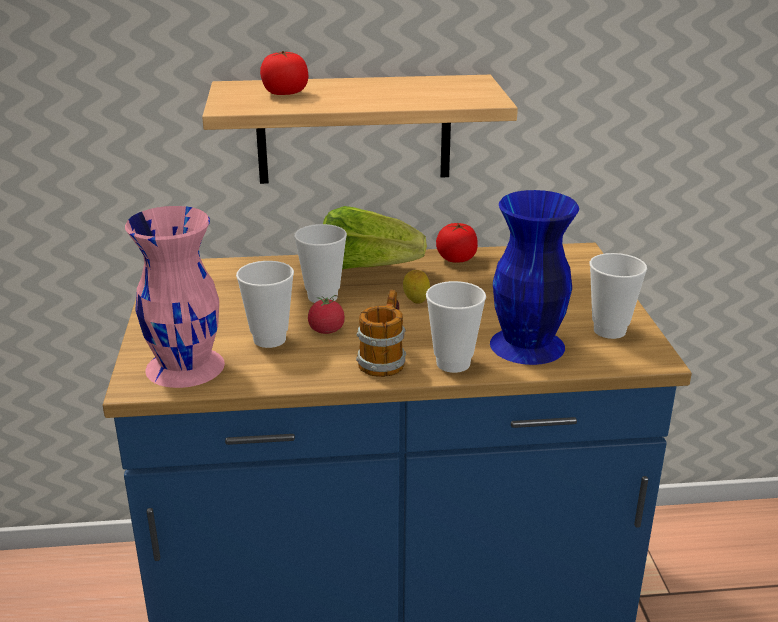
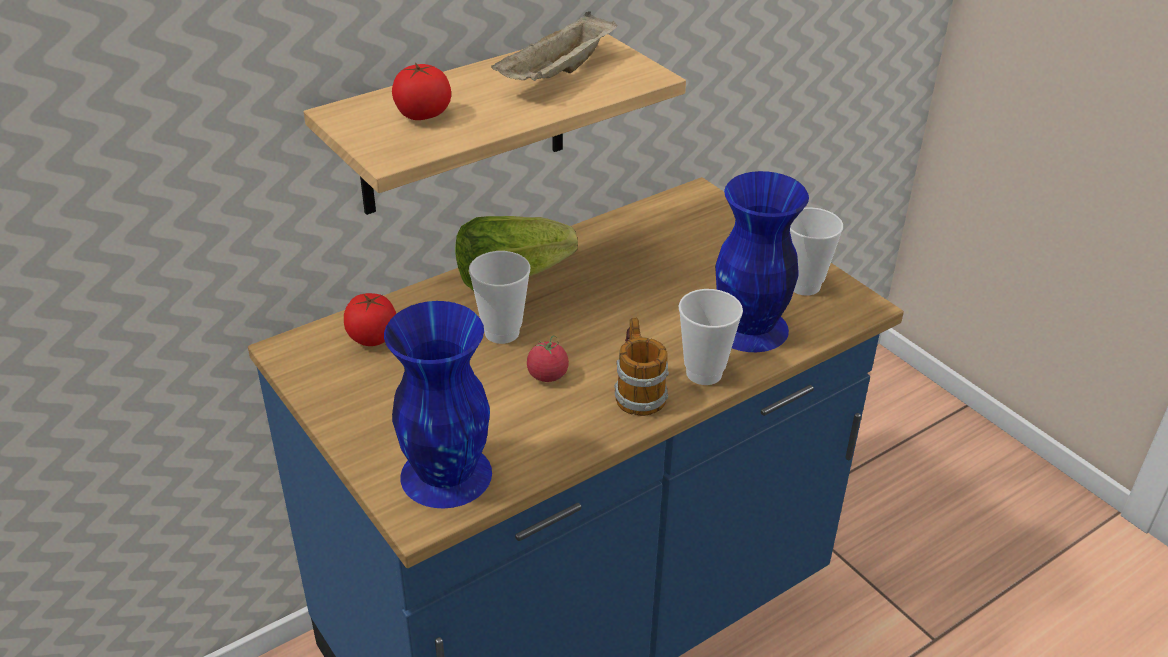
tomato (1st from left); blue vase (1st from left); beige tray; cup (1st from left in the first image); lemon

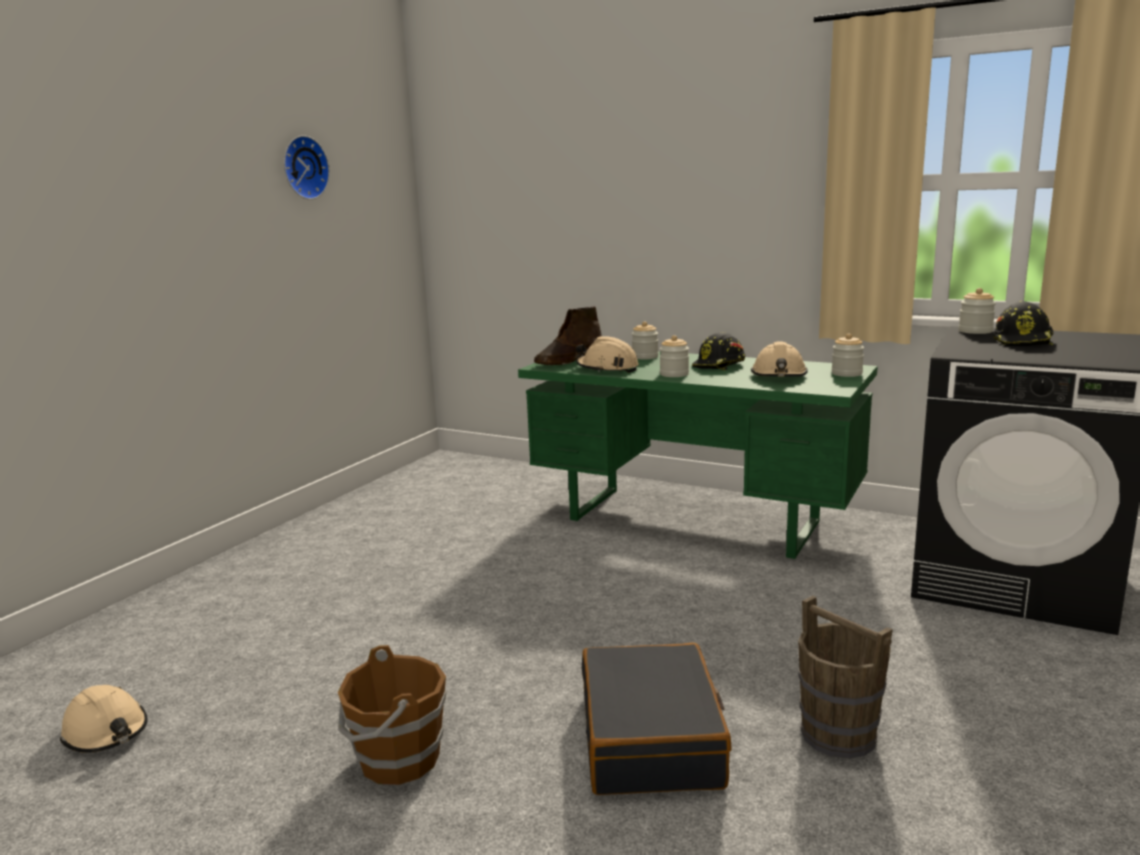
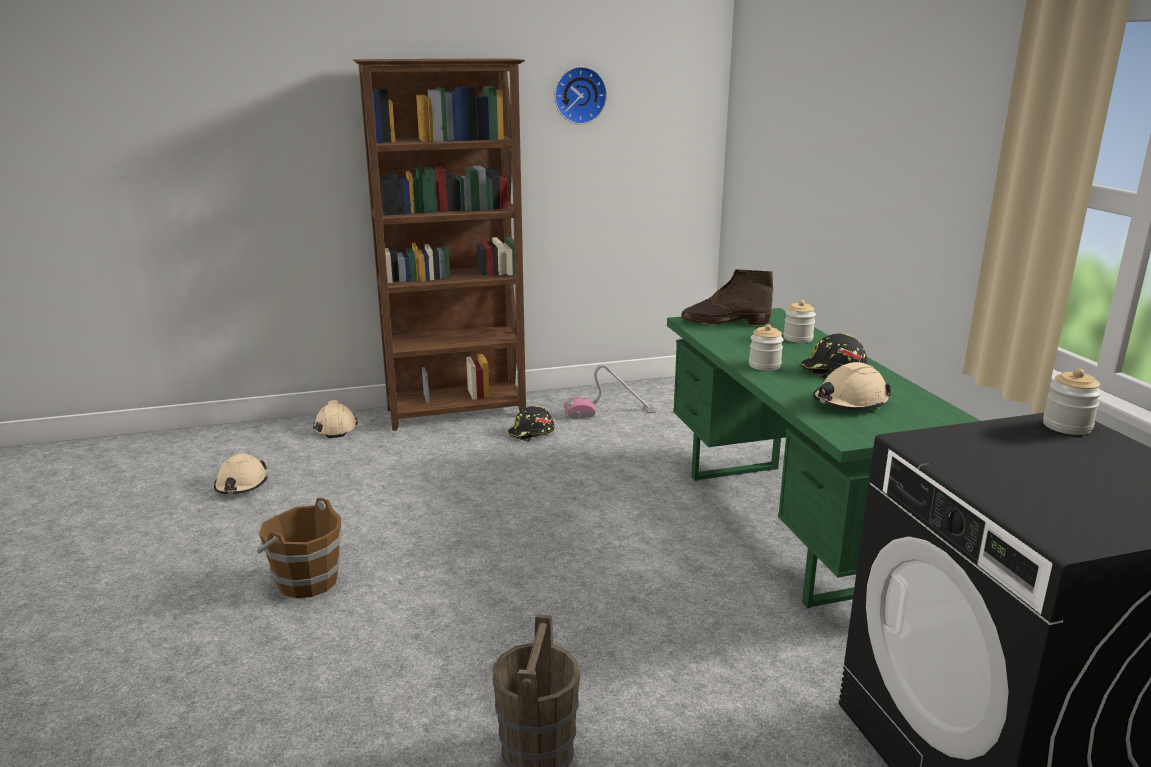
beige hard hat (2nd from left); brown bookcase; black hard hat (1st from left); vacuum cleaner; black suitcase; jar (3rd from left in the first image)

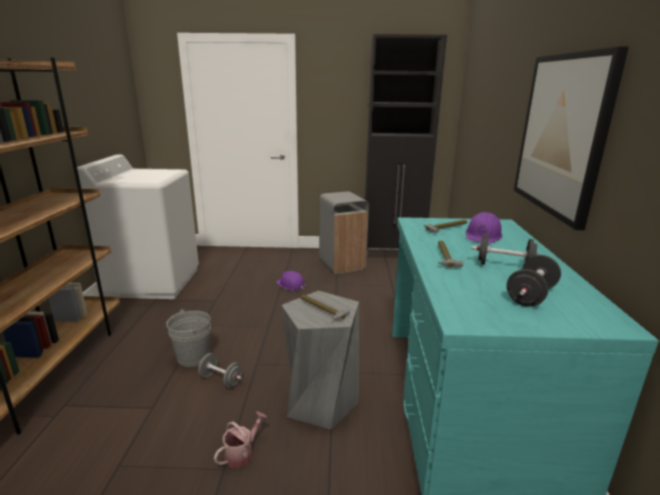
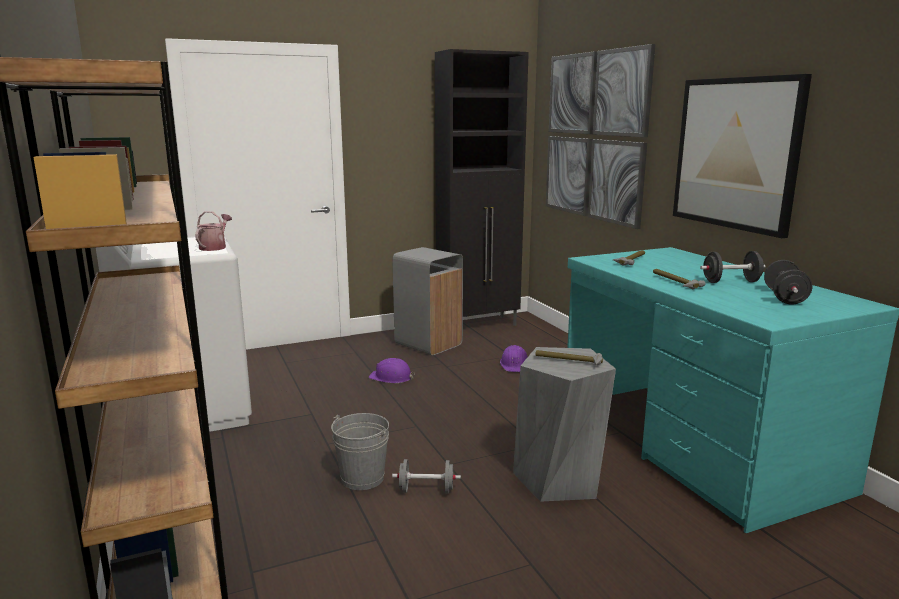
watering can; purple hard hat (2nd from left); picture (1st from left)

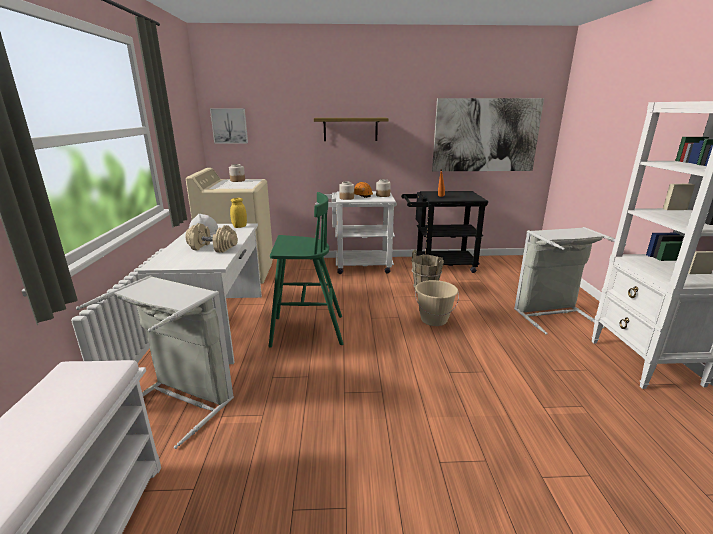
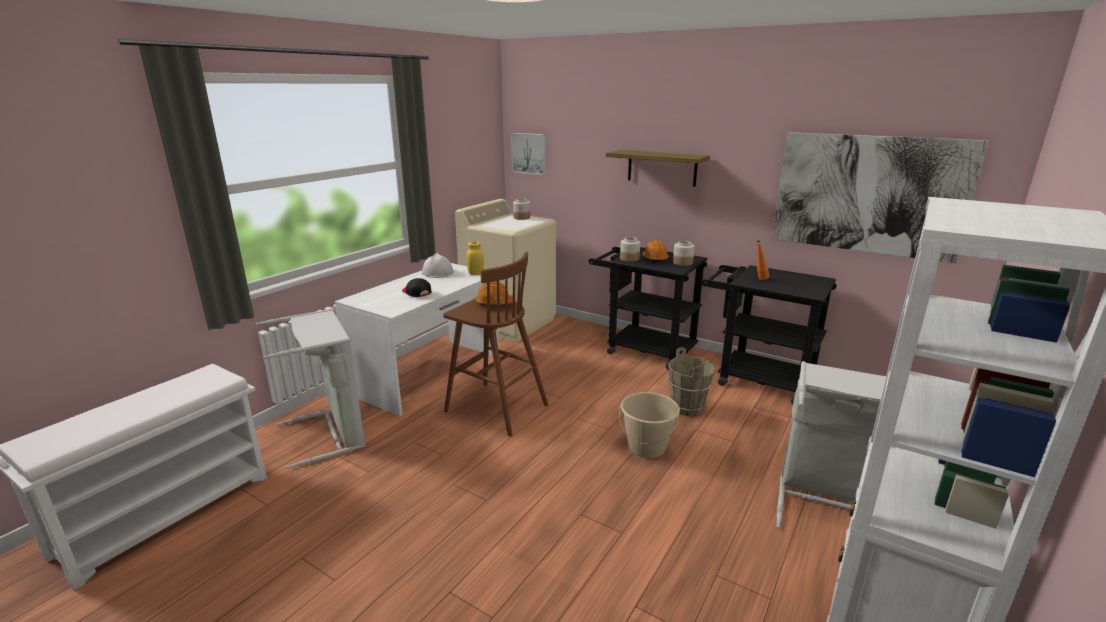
black cap; brown stool; orange hard hat (1st from left); black cart (1st from left)

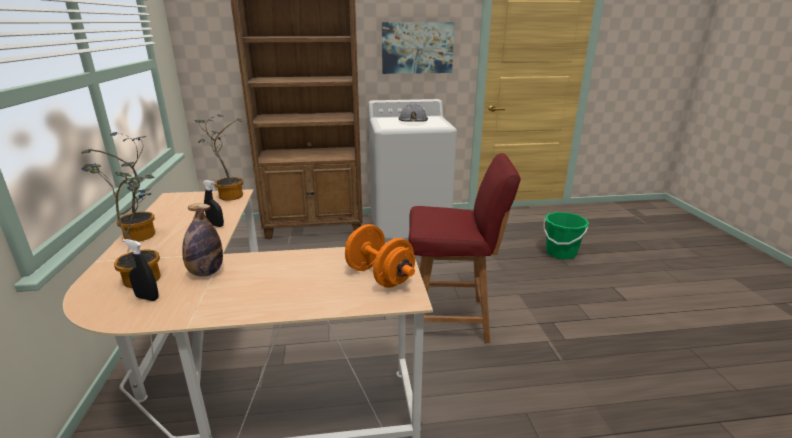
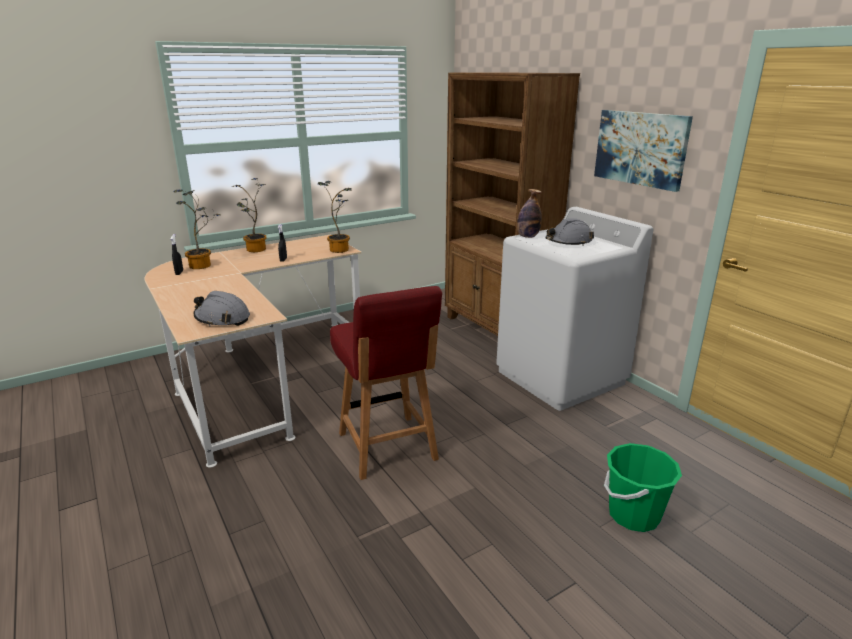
grey hard hat (1st from left); bottle

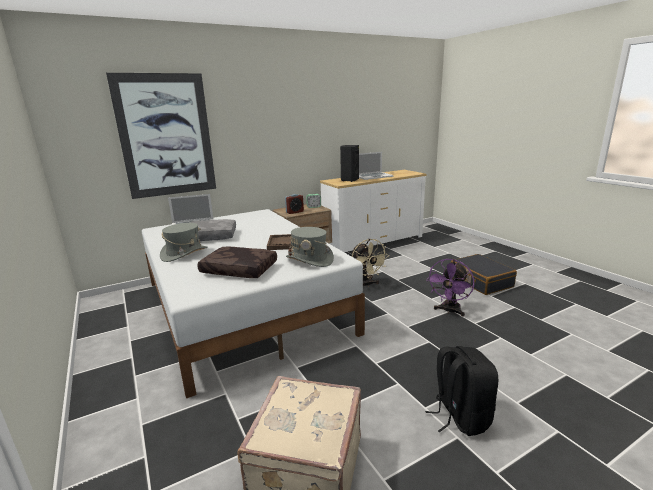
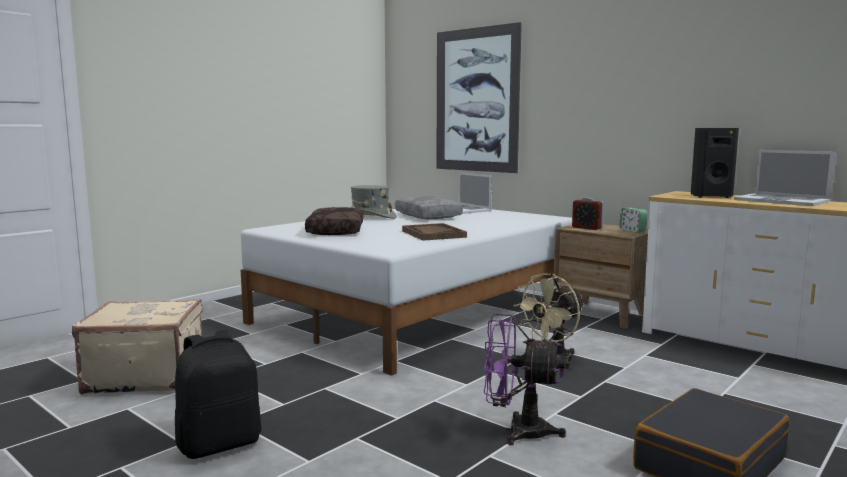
grey hat (2nd from left in the first image)

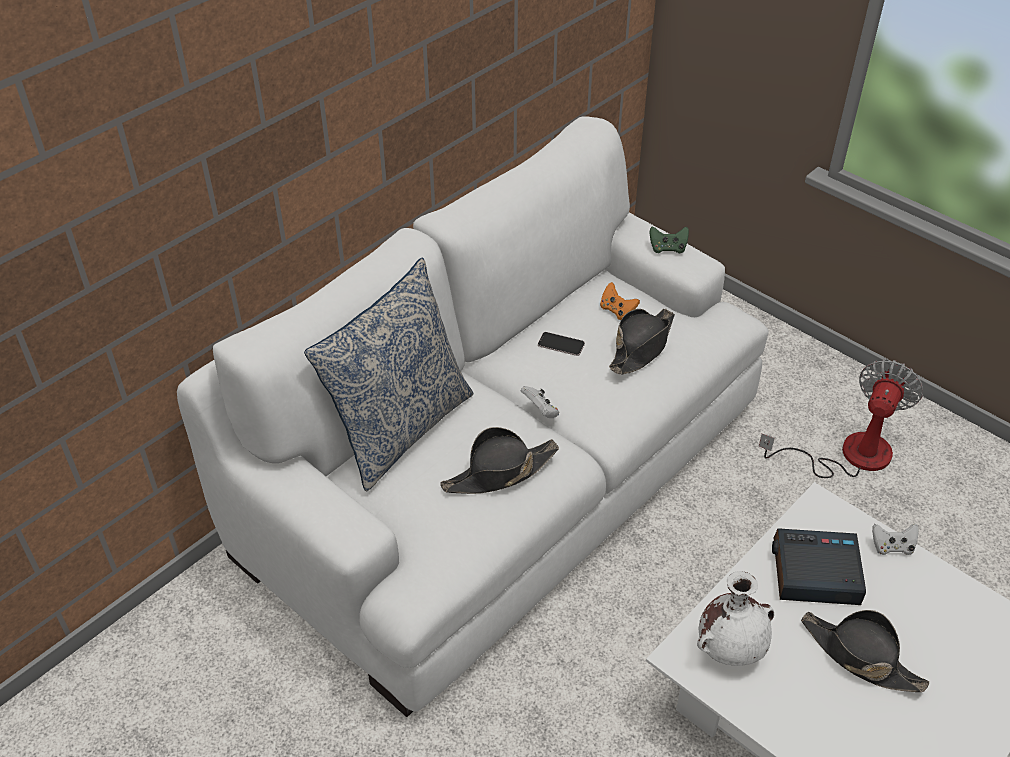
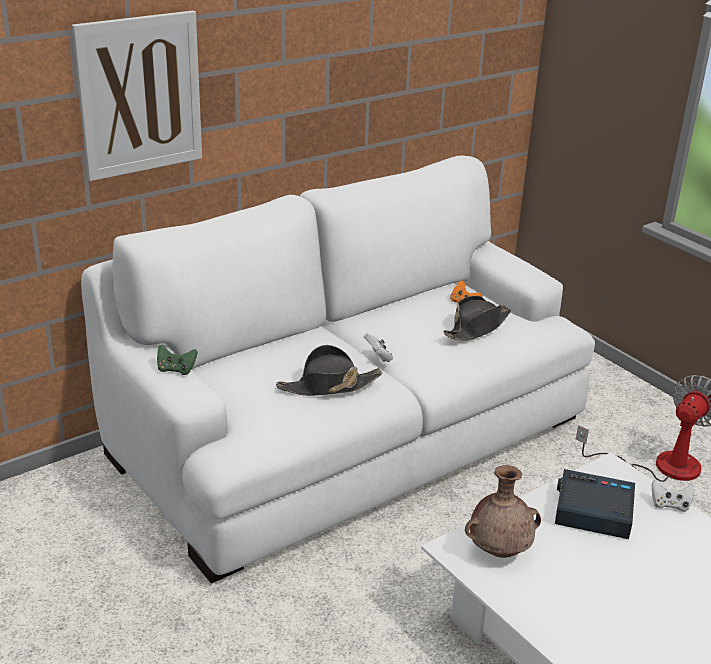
picture; green game controller; brown vase; pillow; phone; black hat (3rd from left in the first image)

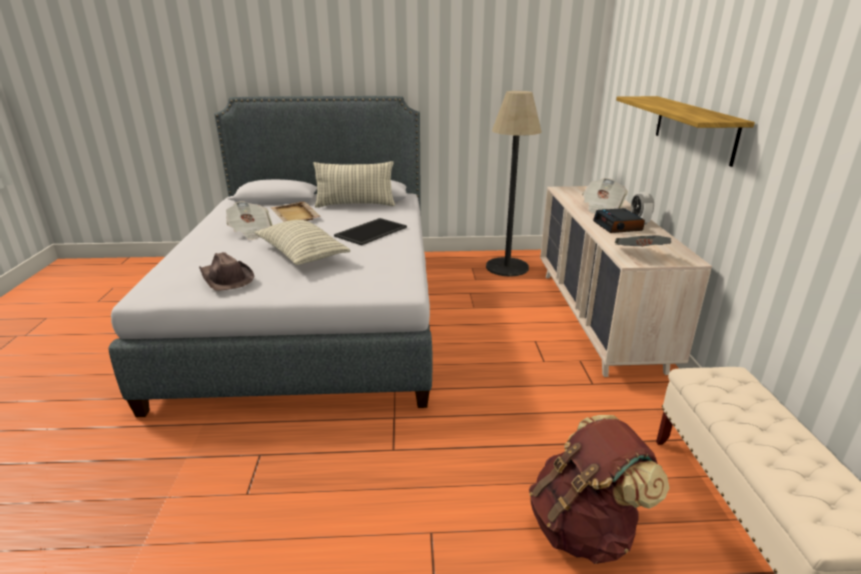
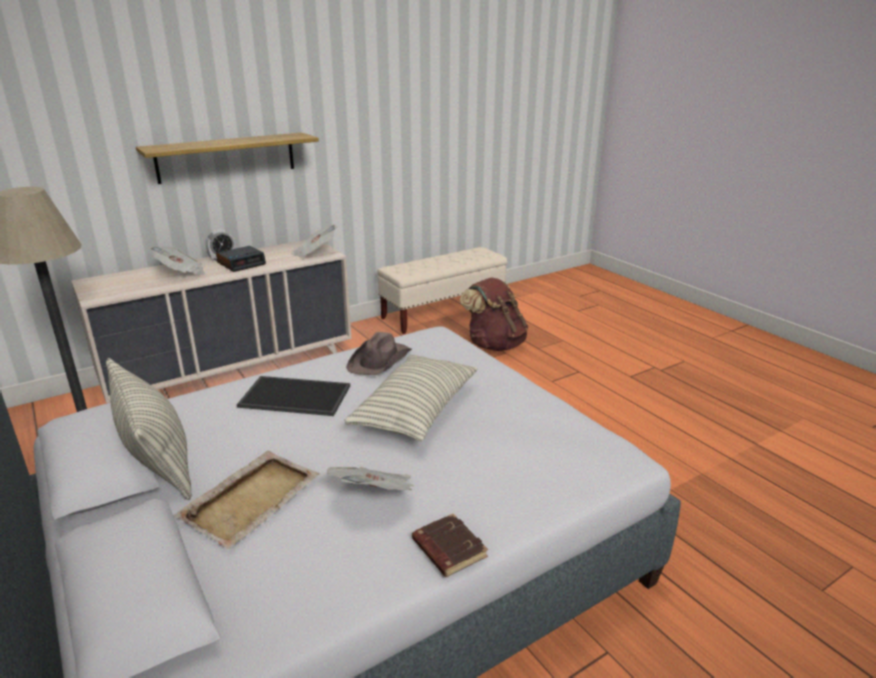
brown hat; brown book

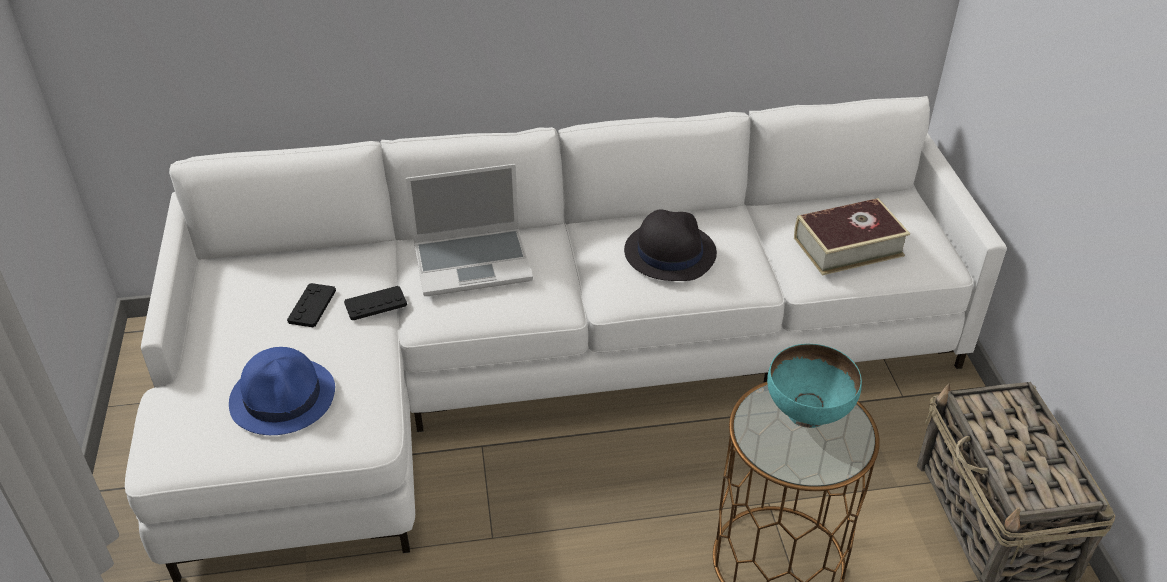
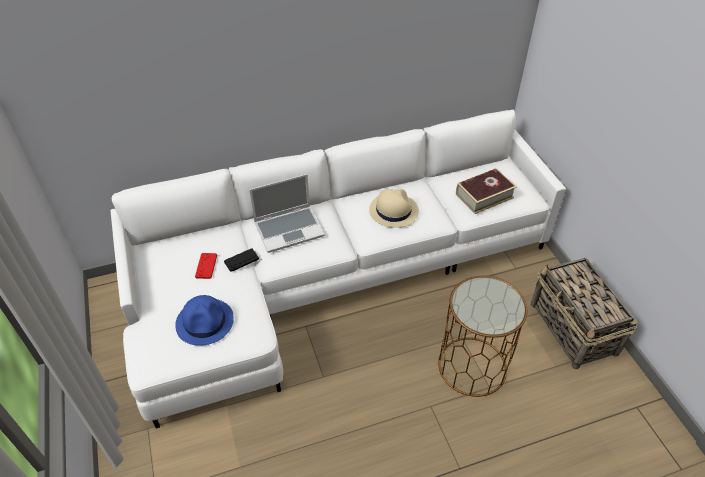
red game controller; beige hat; turquoise bowl

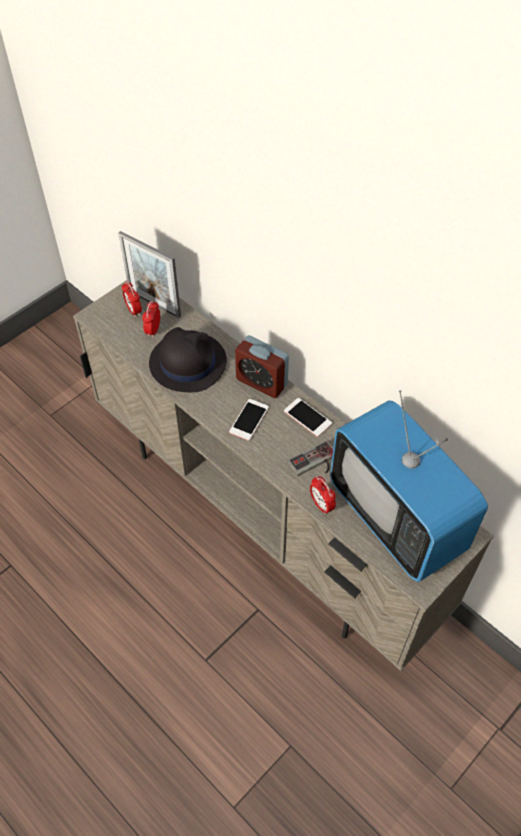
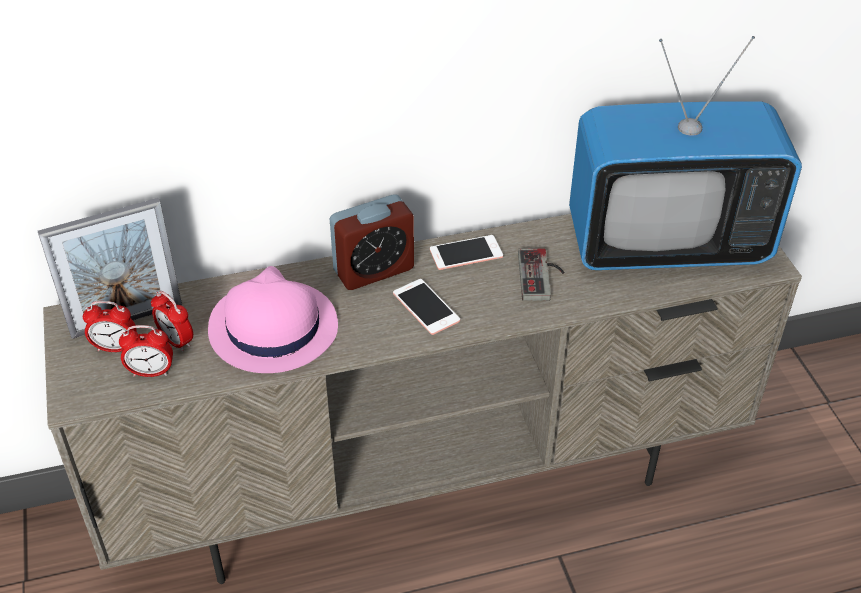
alarm clock (2nd from left); pink hat

